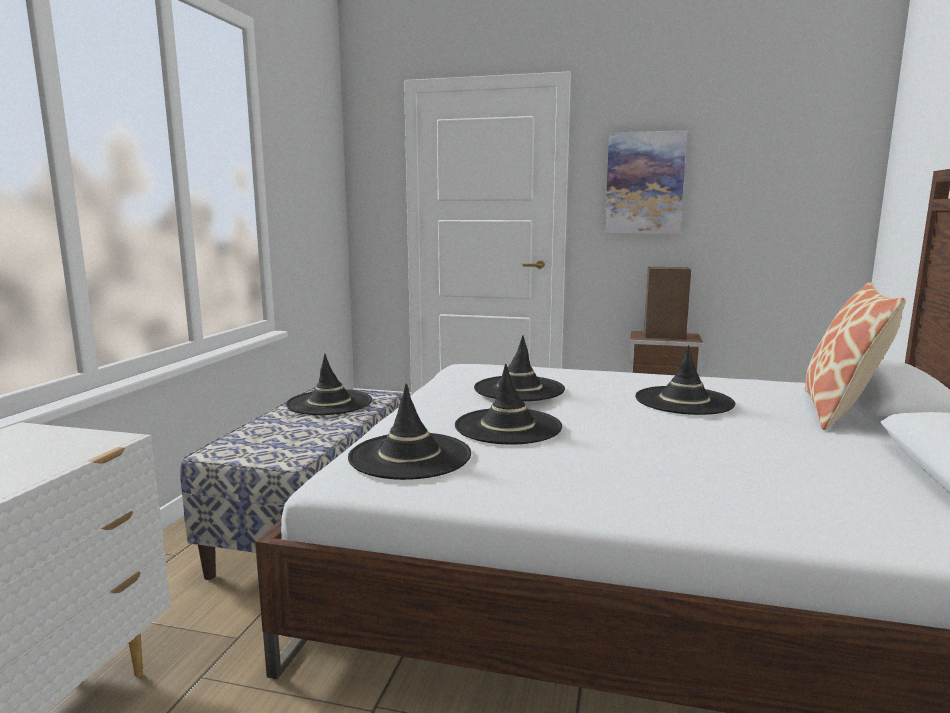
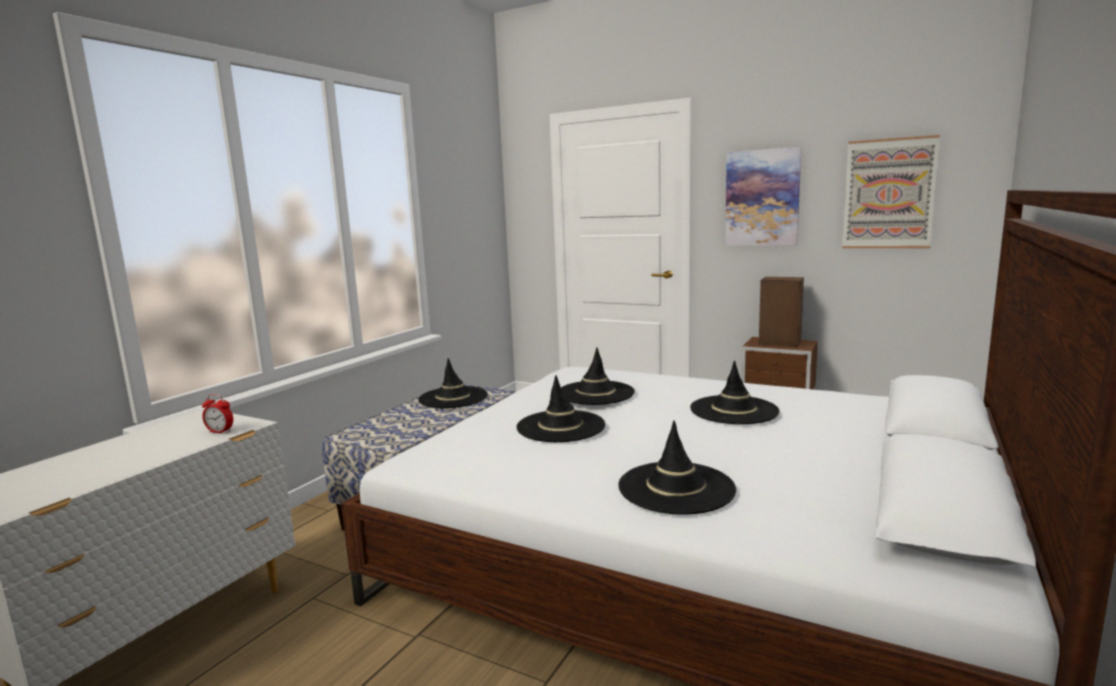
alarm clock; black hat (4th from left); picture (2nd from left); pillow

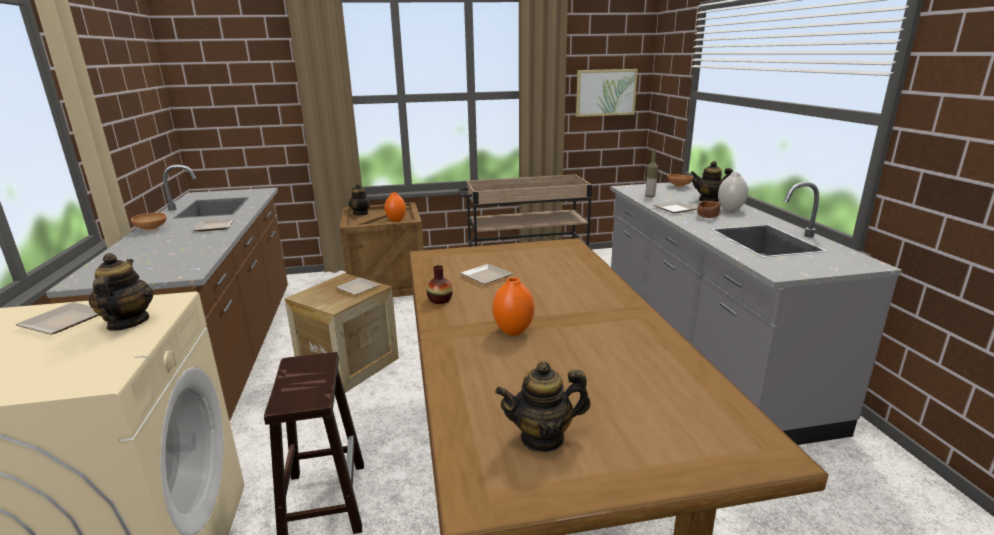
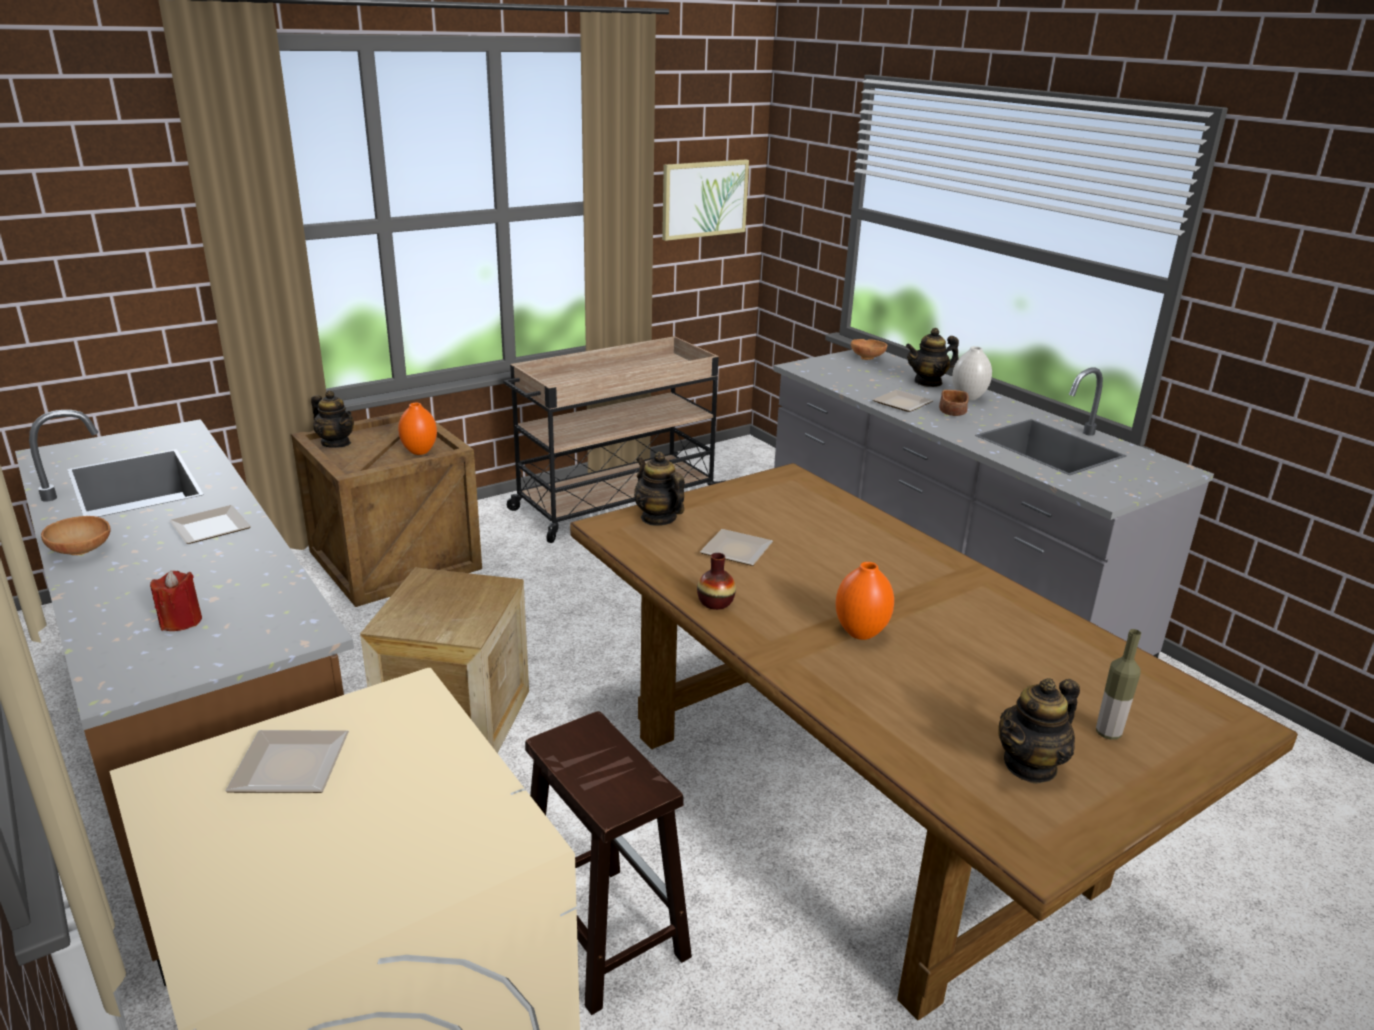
red candle; teapot (2nd from left); bottle; plate (3rd from left in the first image)

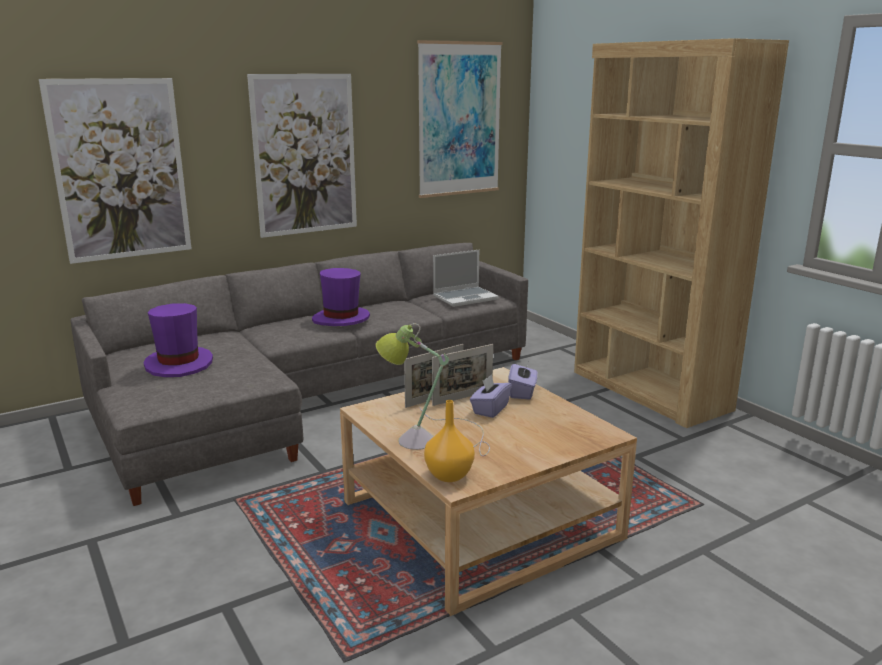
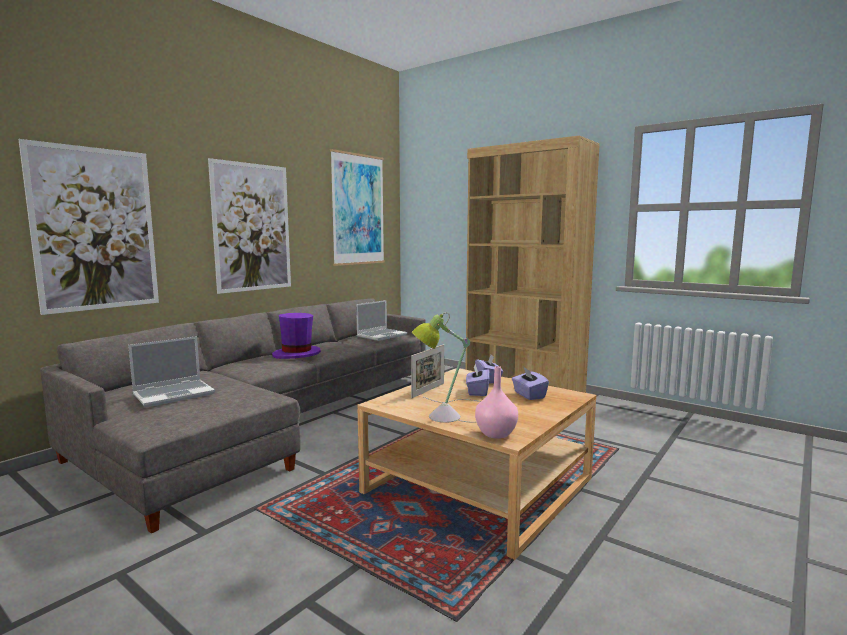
laptop (1st from left); pink vase; purple tissue box (3rd from left); picture frame (2nd from left in the first image)

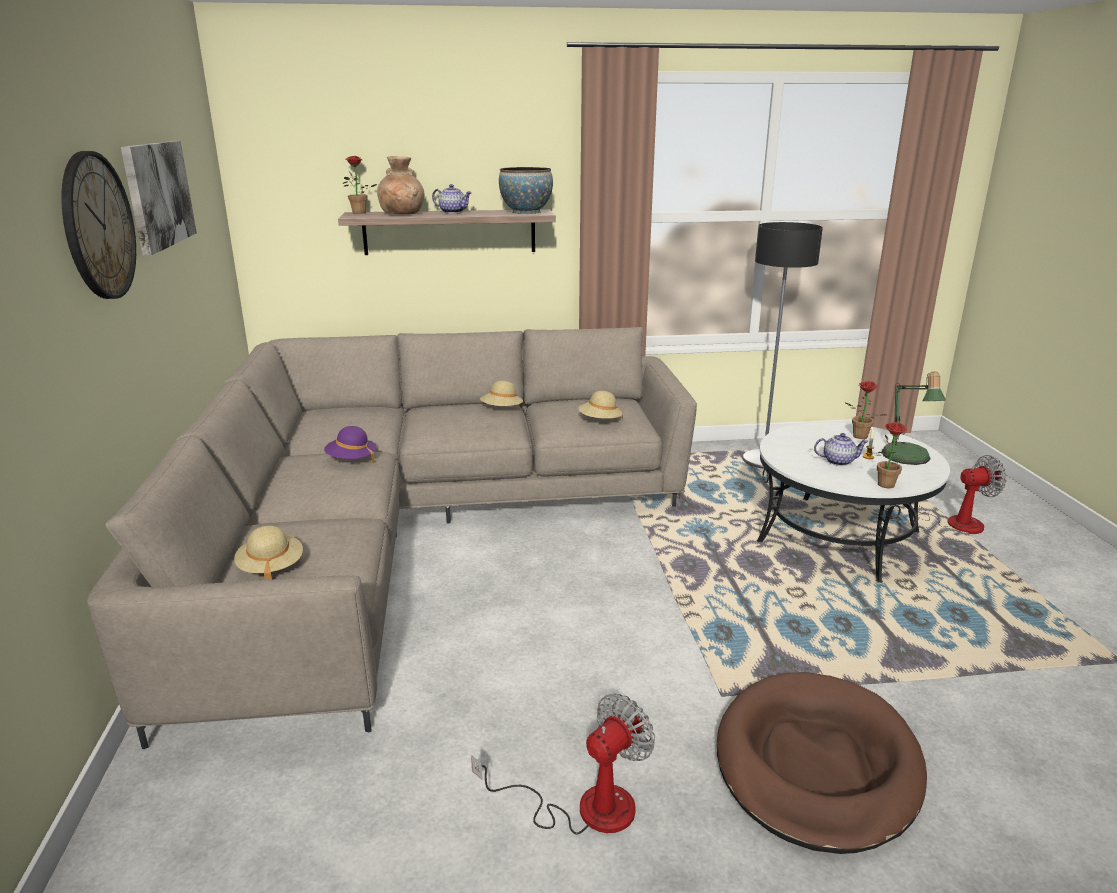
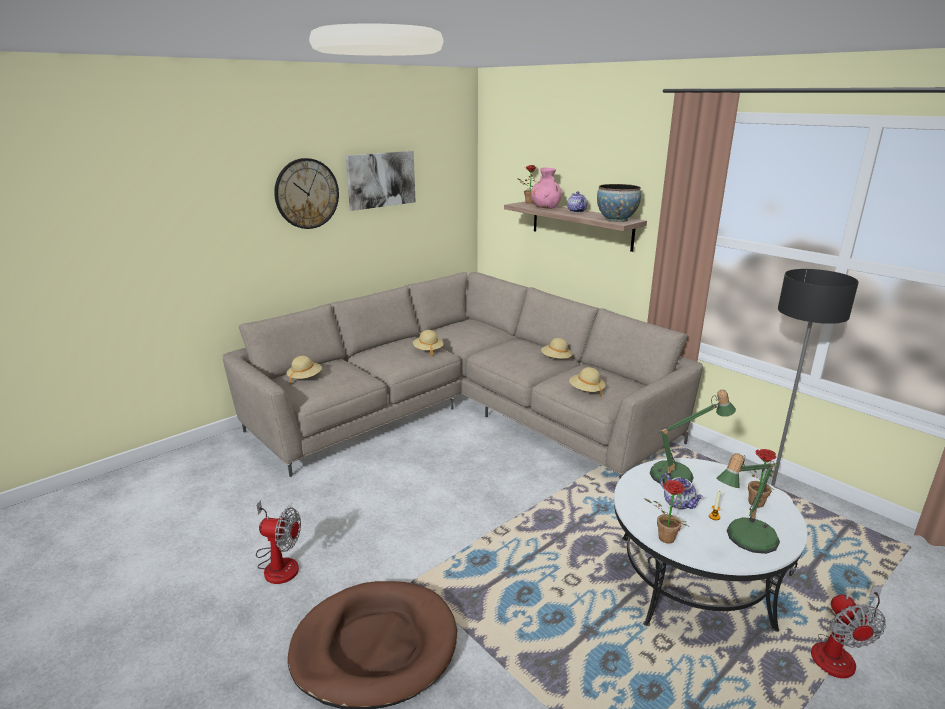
beige hat (2nd from left); pink vase; table lamp (1st from left); fan (2nd from left)

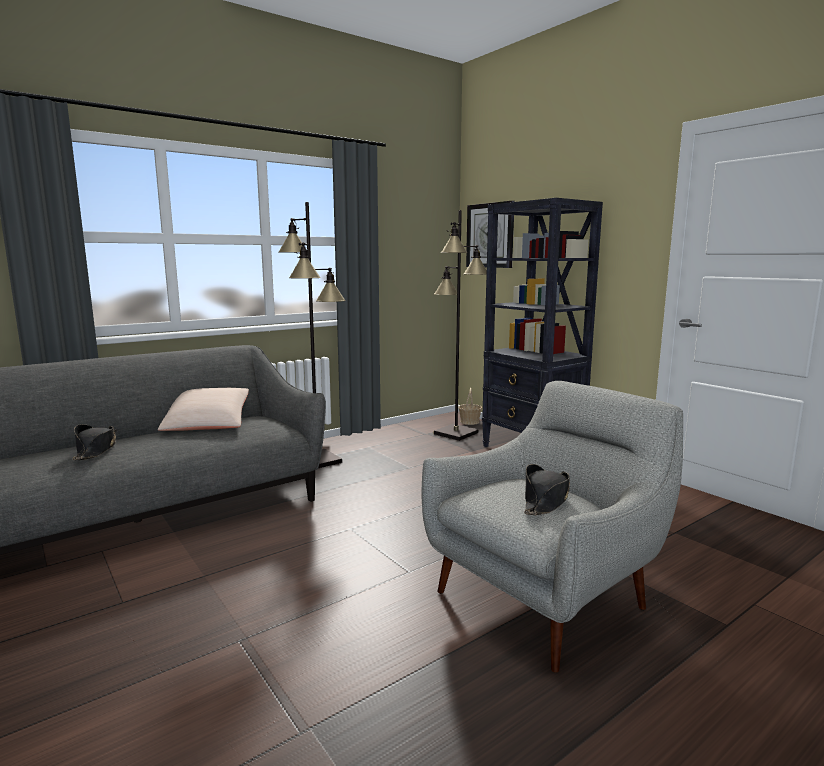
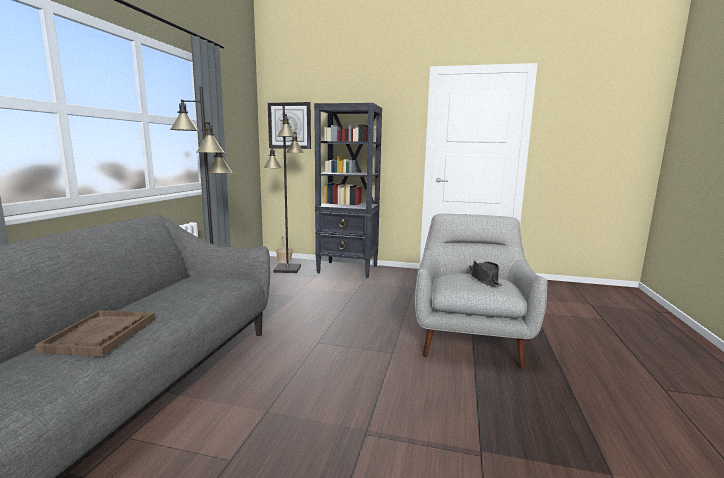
brown tray; beige pillow

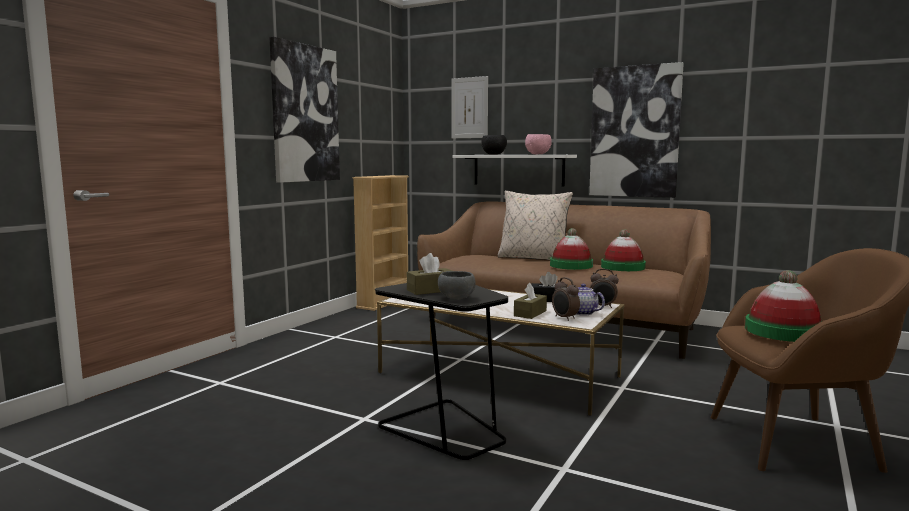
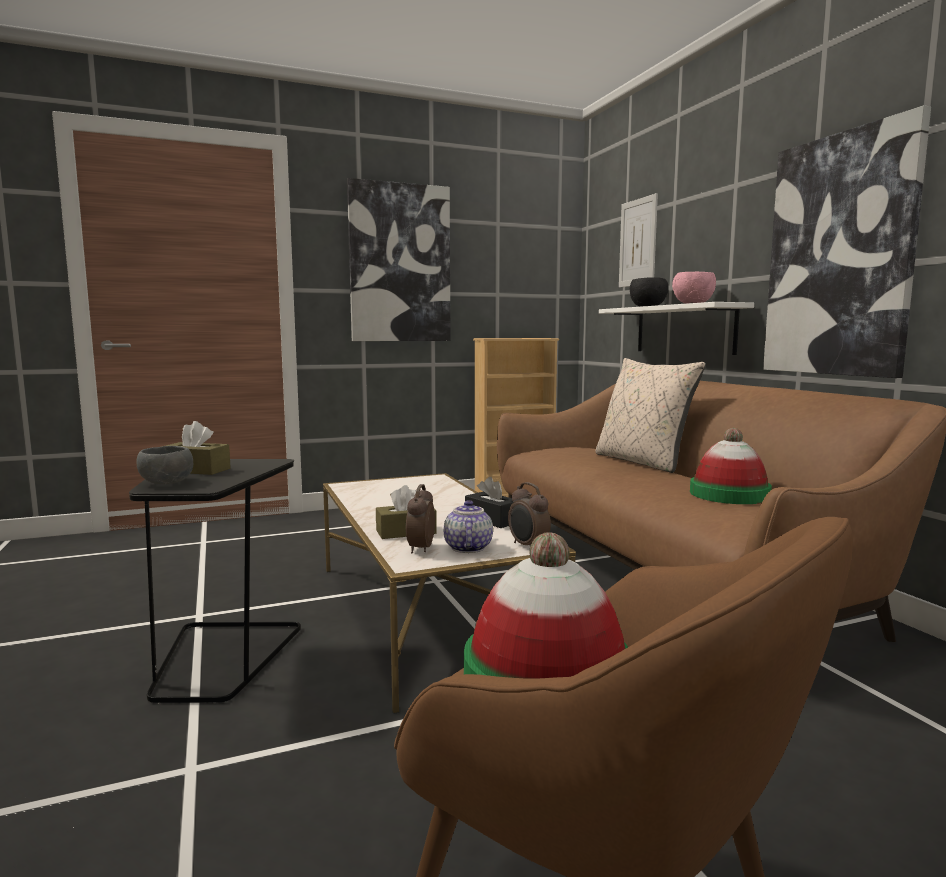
hat (1st from left in the first image)

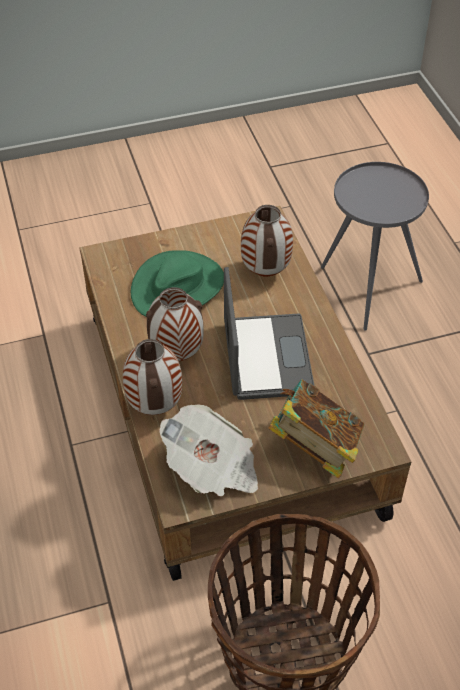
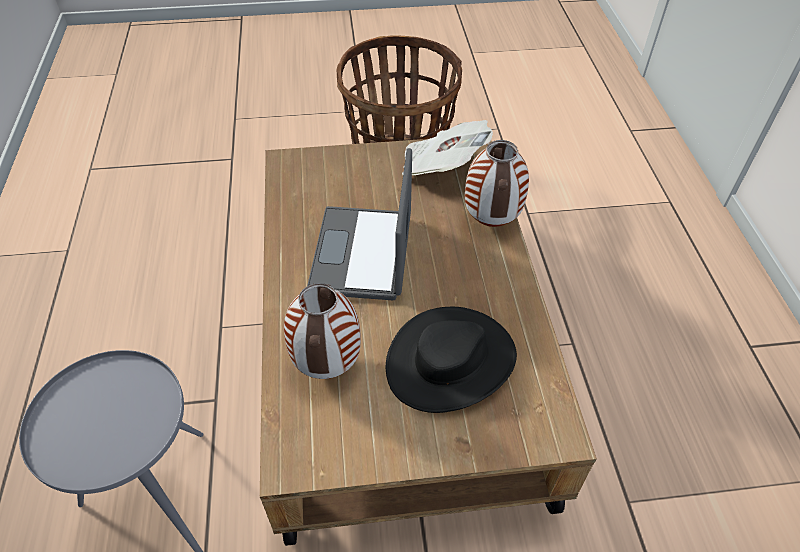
black hat; vase (2nd from left in the first image); book

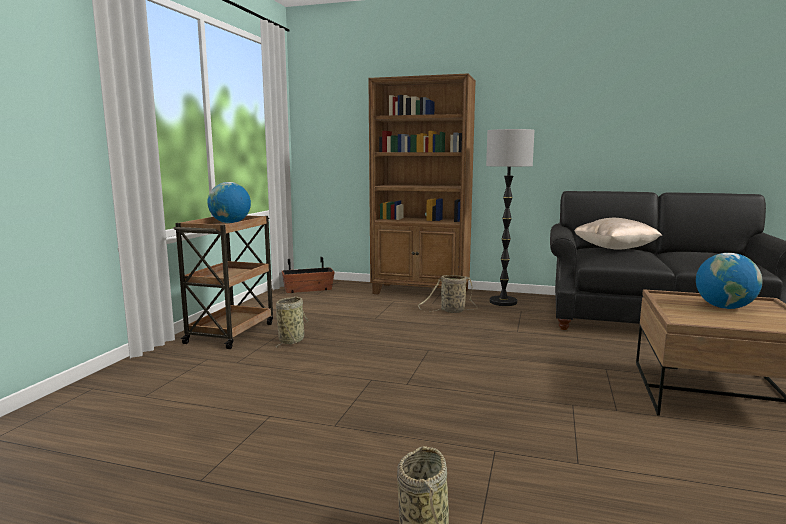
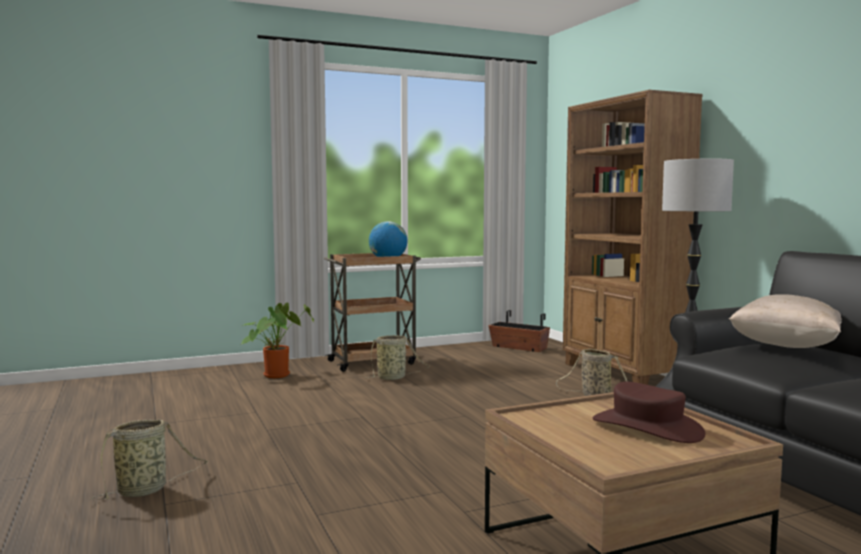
potted plant; brown hat

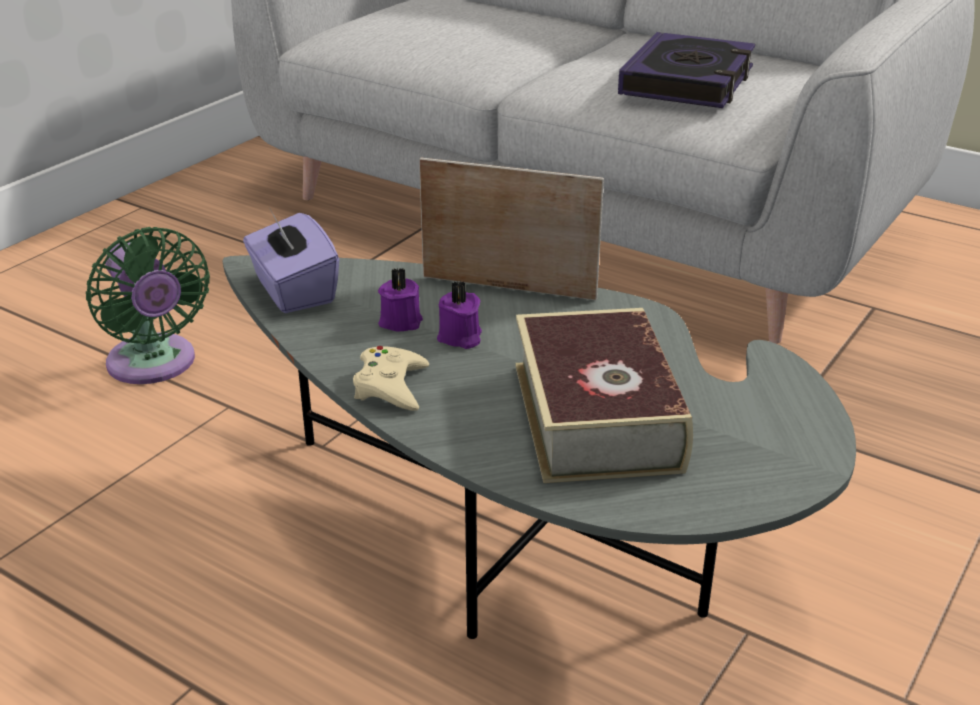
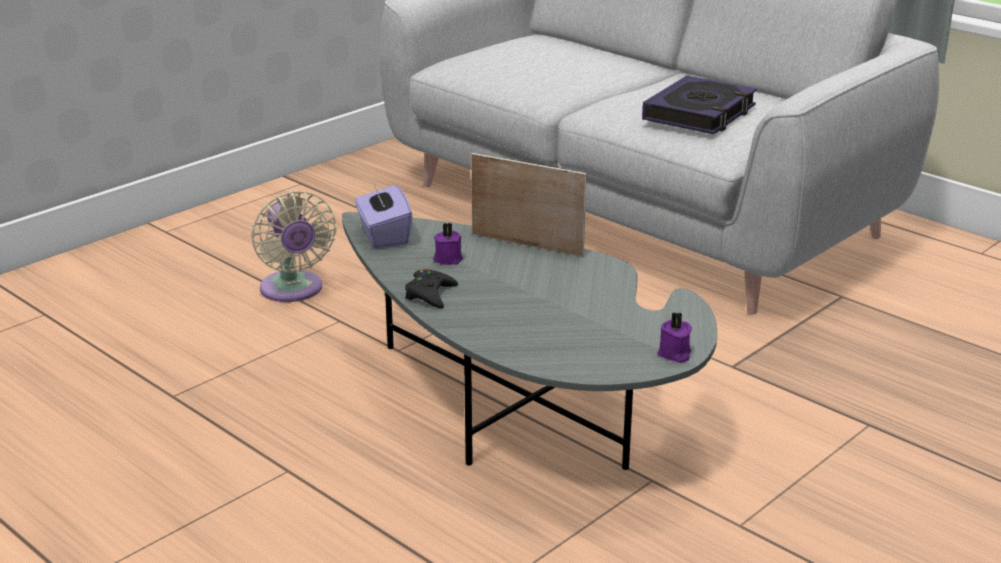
beige fan; black game controller; purple candle (2nd from left); book (1st from left in the first image)

